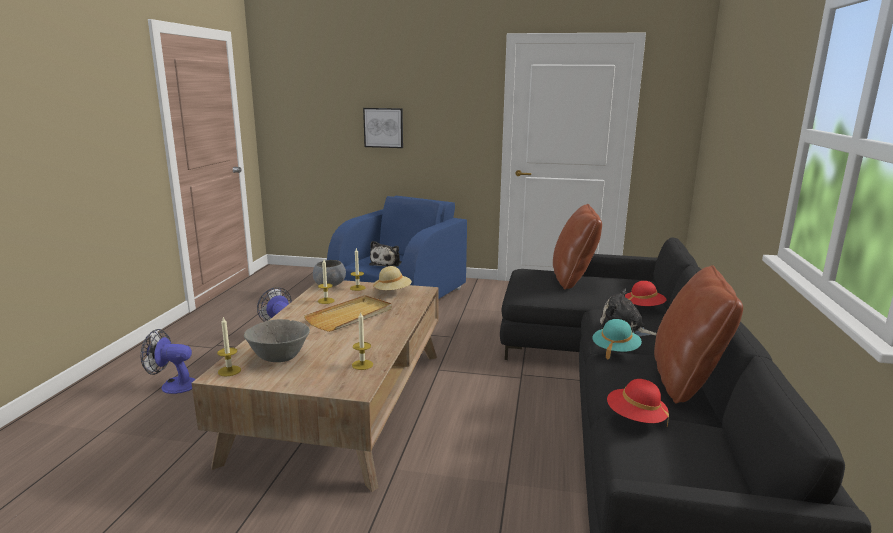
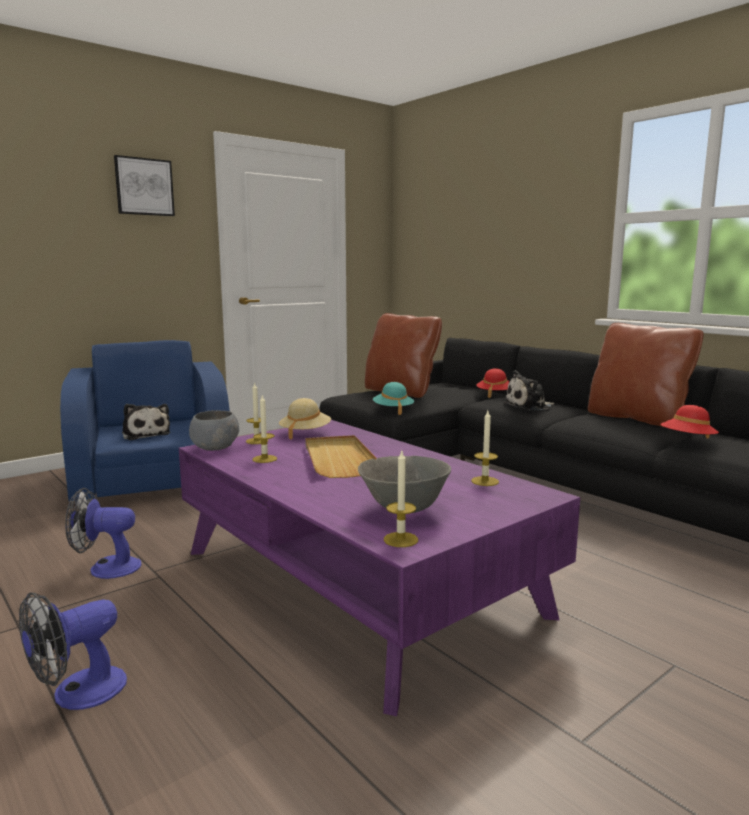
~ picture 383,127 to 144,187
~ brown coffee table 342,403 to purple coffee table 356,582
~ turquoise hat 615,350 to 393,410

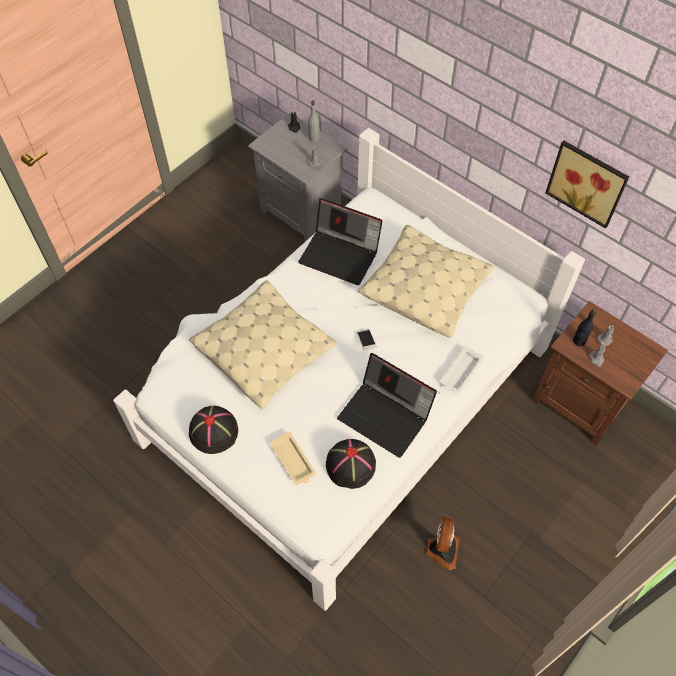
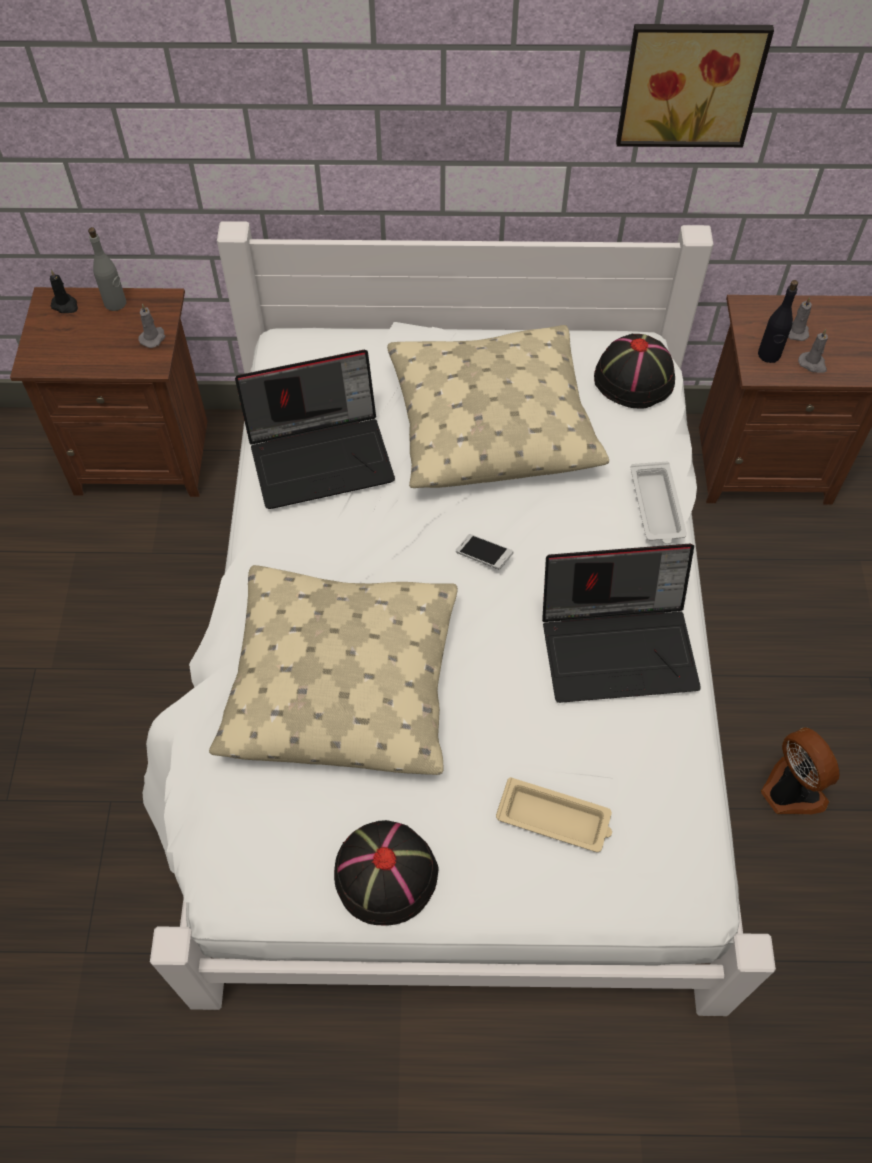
~ grey nightstand 302,213 to brown nightstand 143,455
~ black hat 351,465 to 634,378

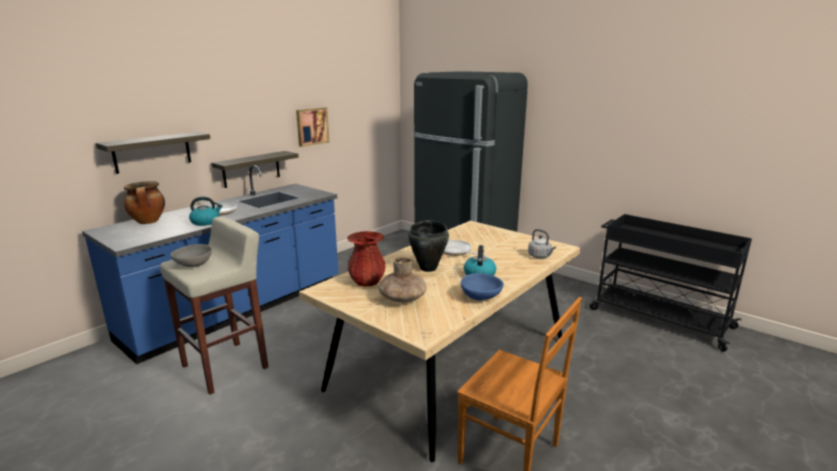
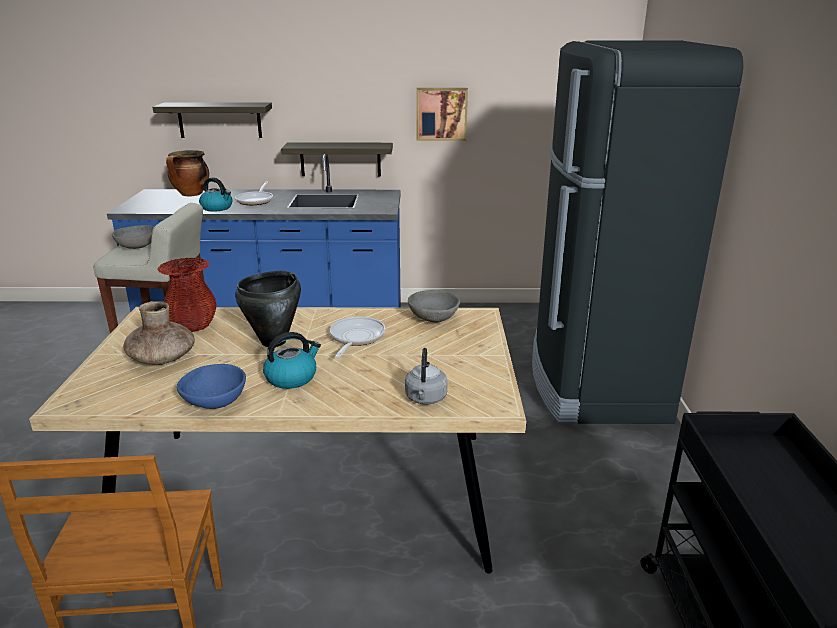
+ grey bowl 434,318

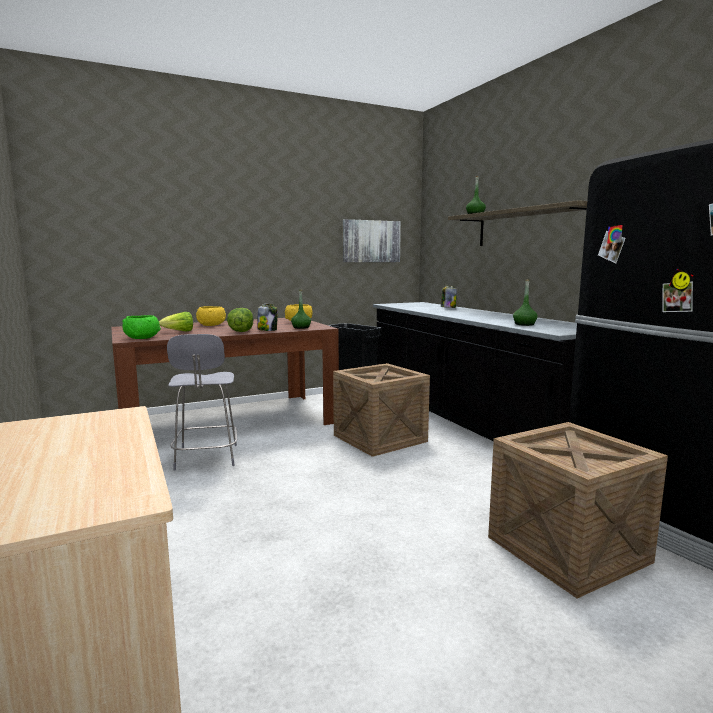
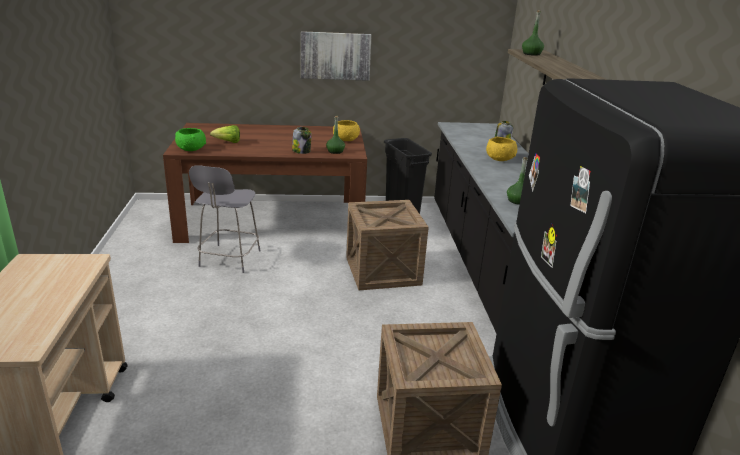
~ picture 371,241 to 335,56
~ yellow bowl 211,325 to 500,158
- lettuce 241,331

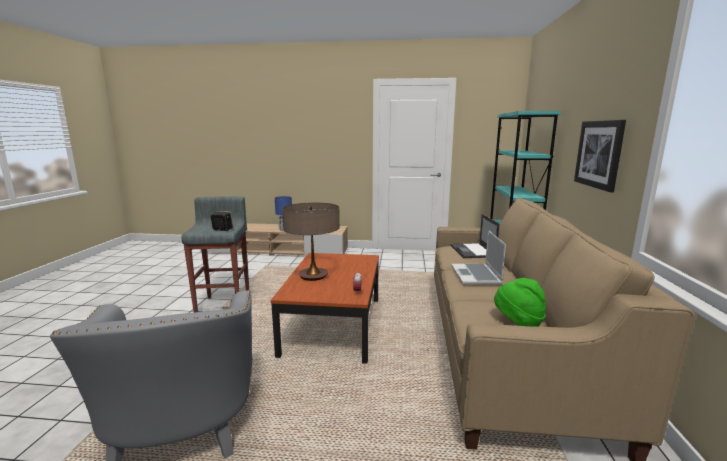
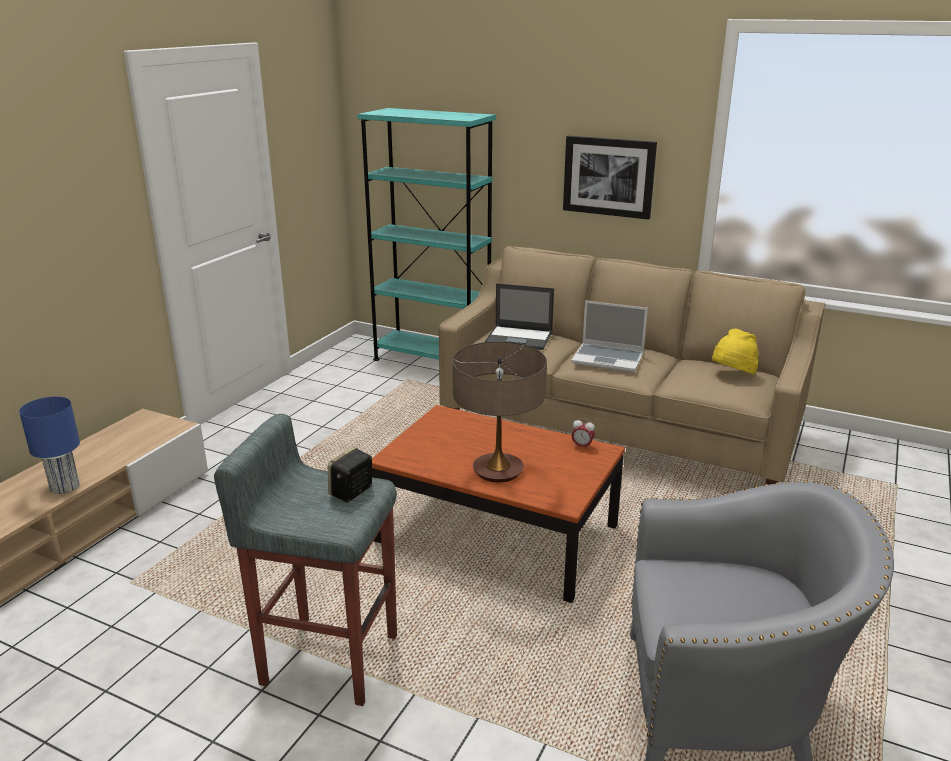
~ green hat 518,323 to yellow hat 732,375

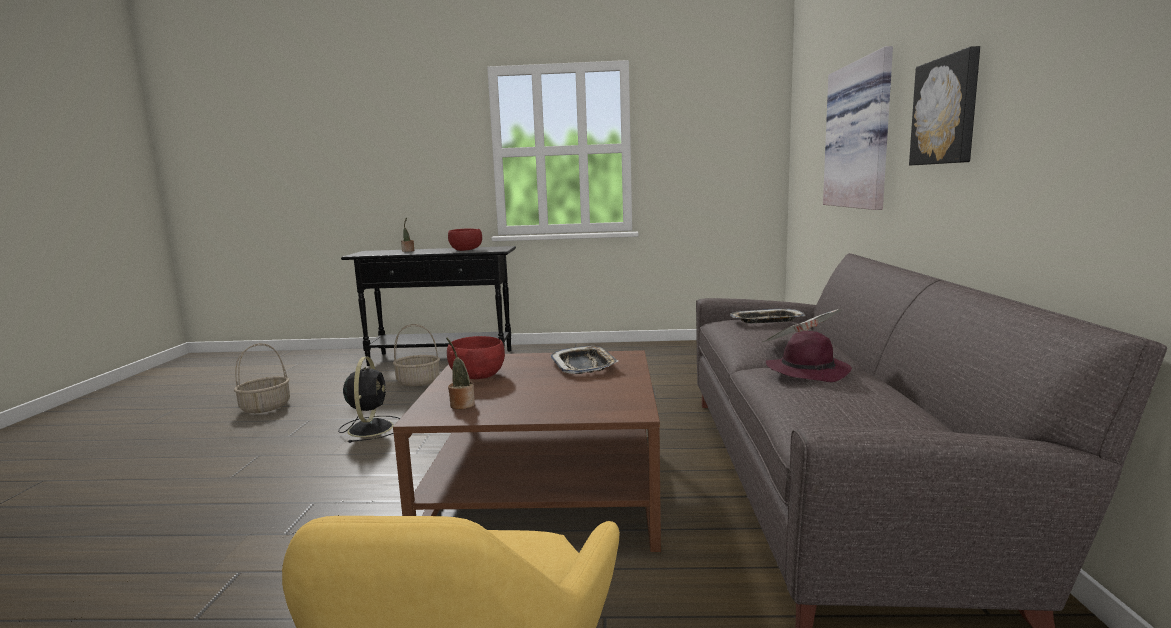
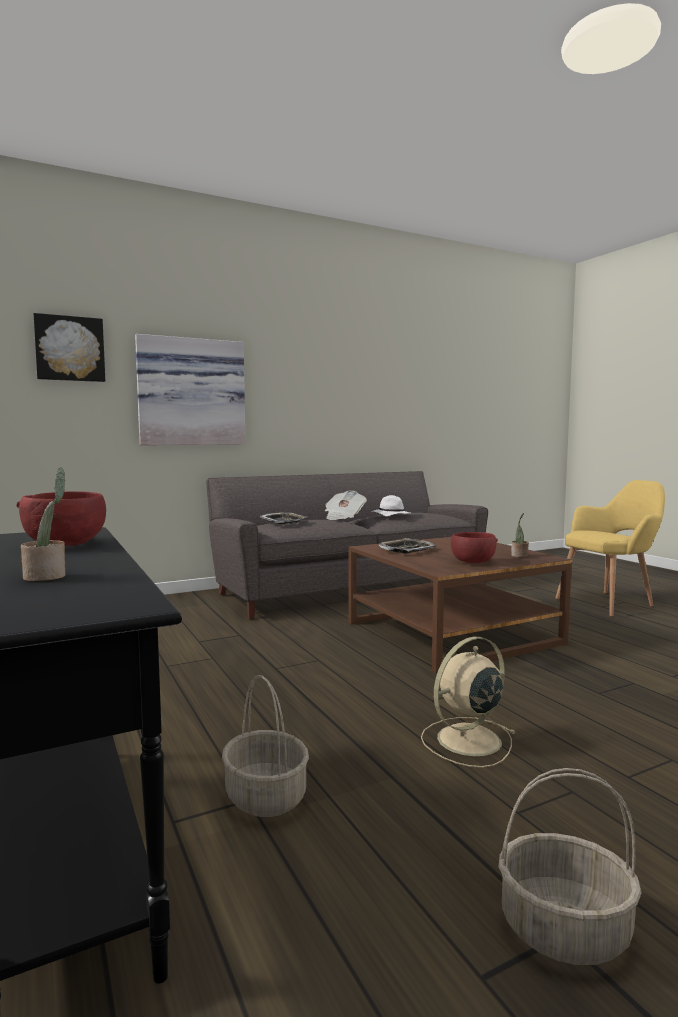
~ picture 947,111 to 70,349
~ purple hat 808,371 to white hat 390,515
~ black fan 371,428 to beige fan 466,741

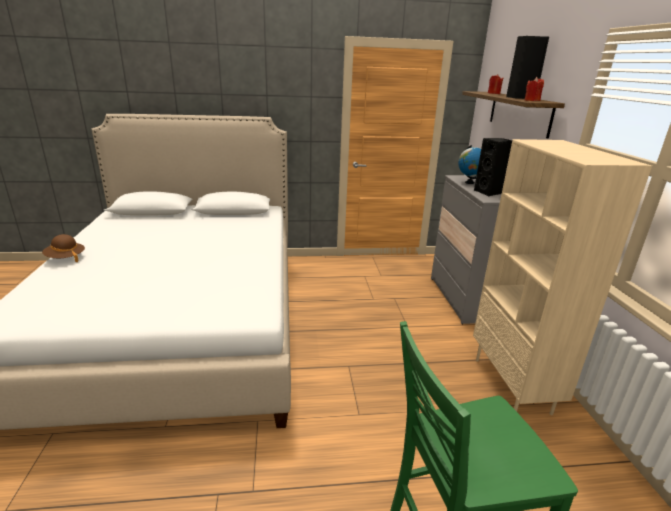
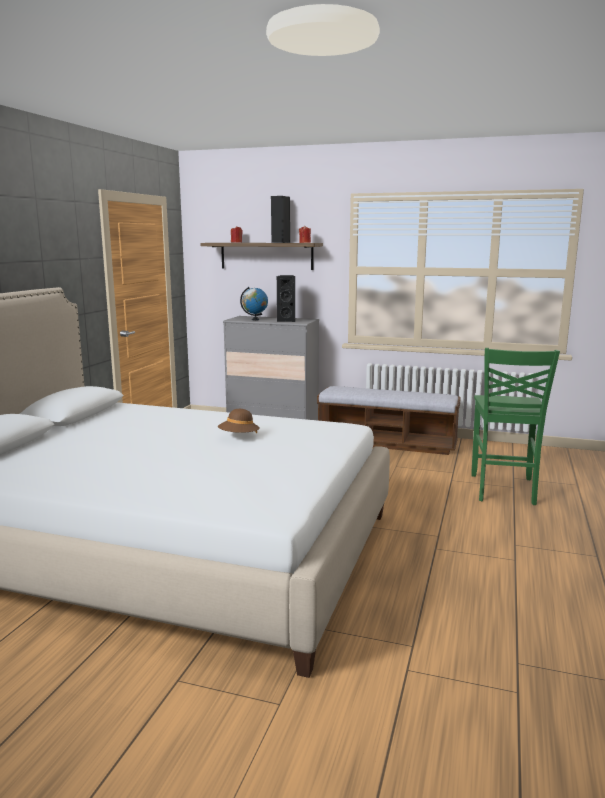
~ brown hat 65,258 to 239,437
~ beige bookcase 512,385 to bench 387,443

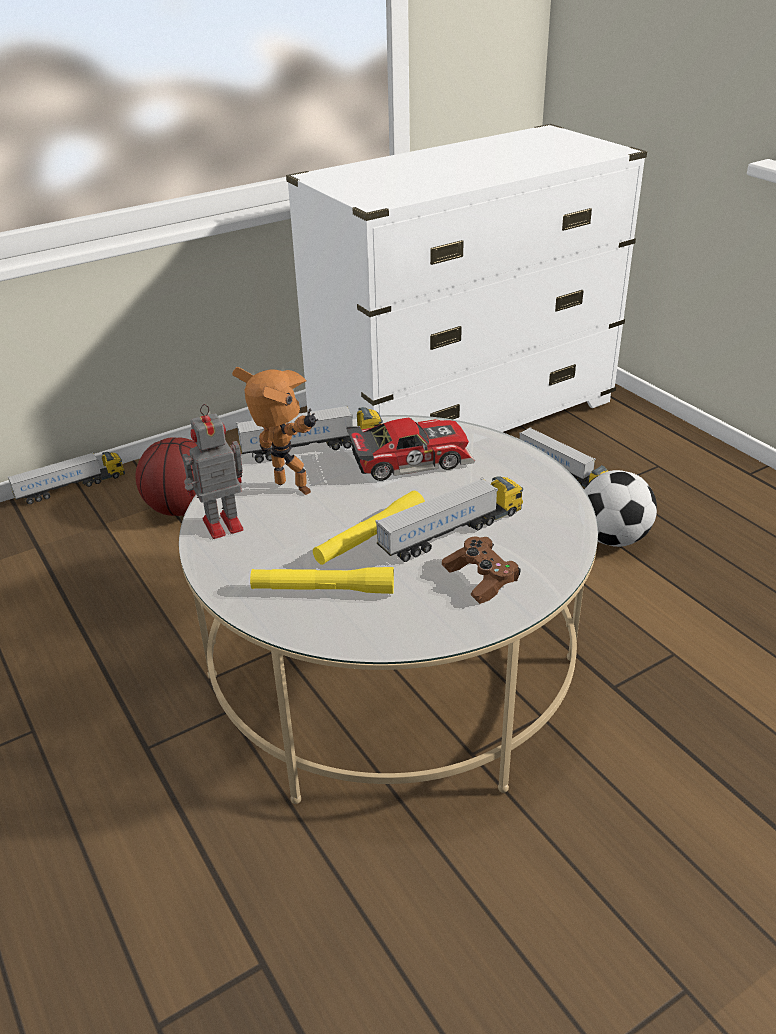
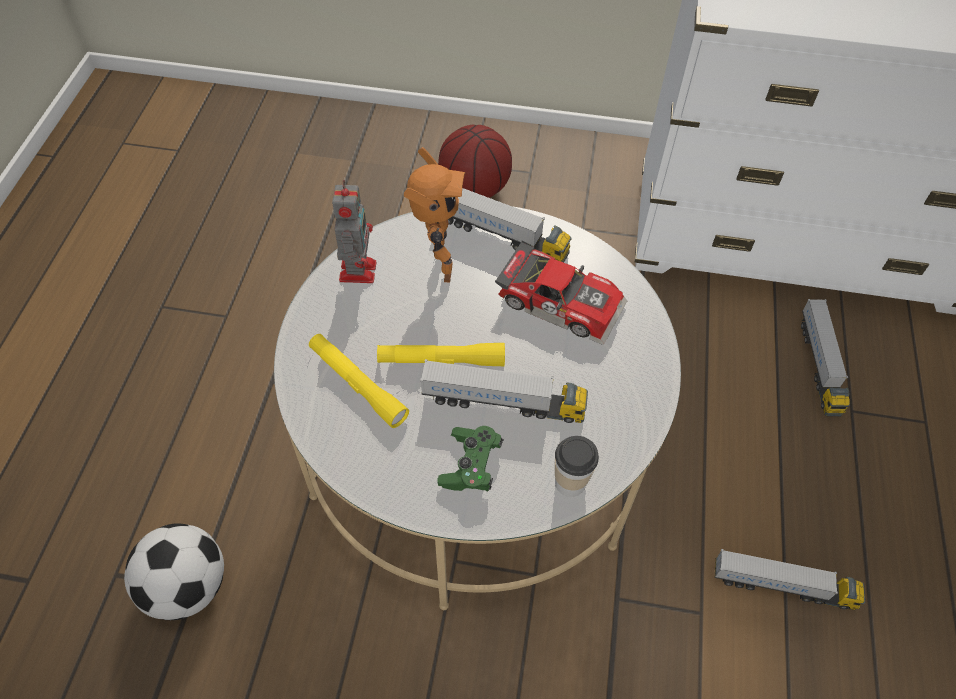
~ football 613,538 to 188,586
~ toy robot 220,525 = 358,269 75 degrees clockwise
~ brown game controller 480,579 to green game controller 470,465
+ cup 570,482
~ toy truck 71,487 to 783,586

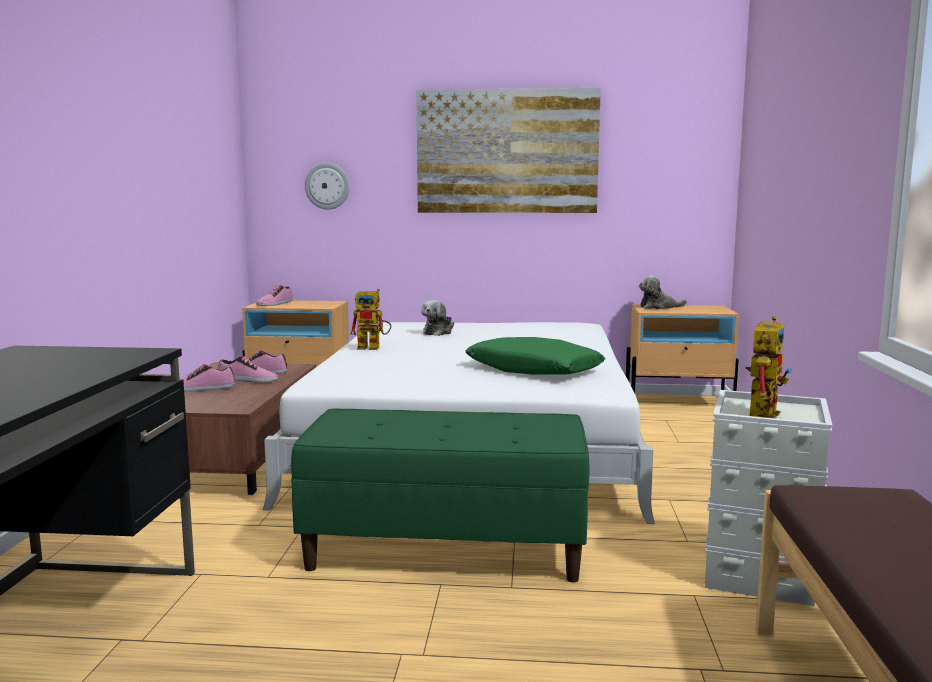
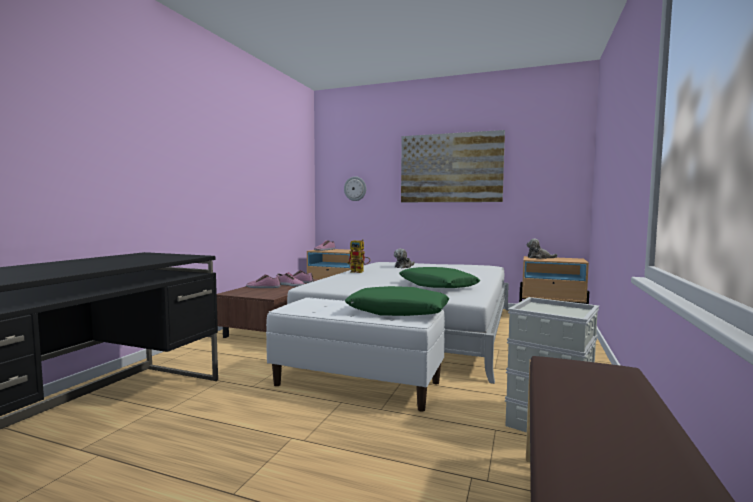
~ green bench 447,549 to white bench 358,383
+ green pillow 398,312
- toy robot 762,412

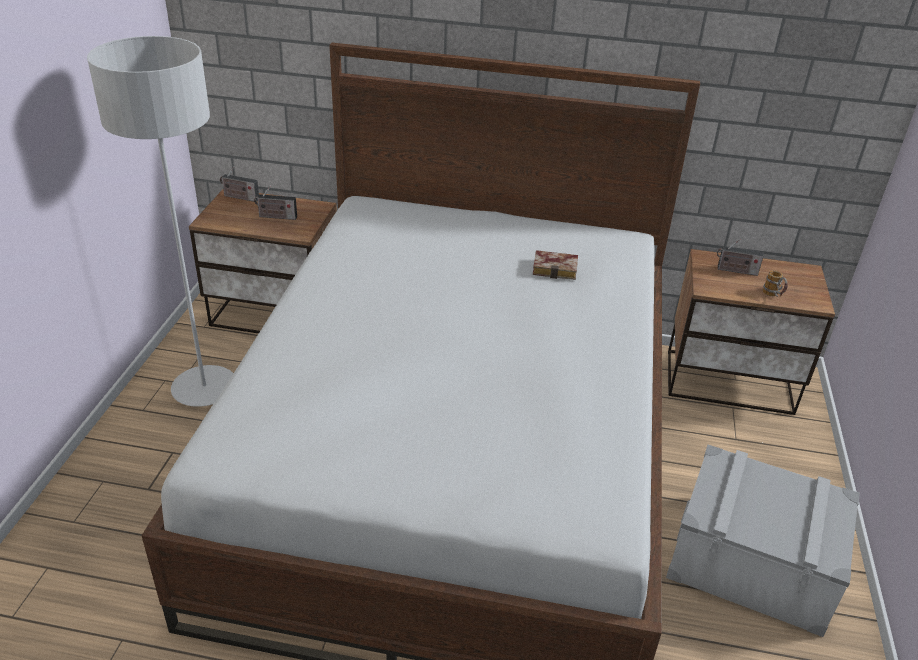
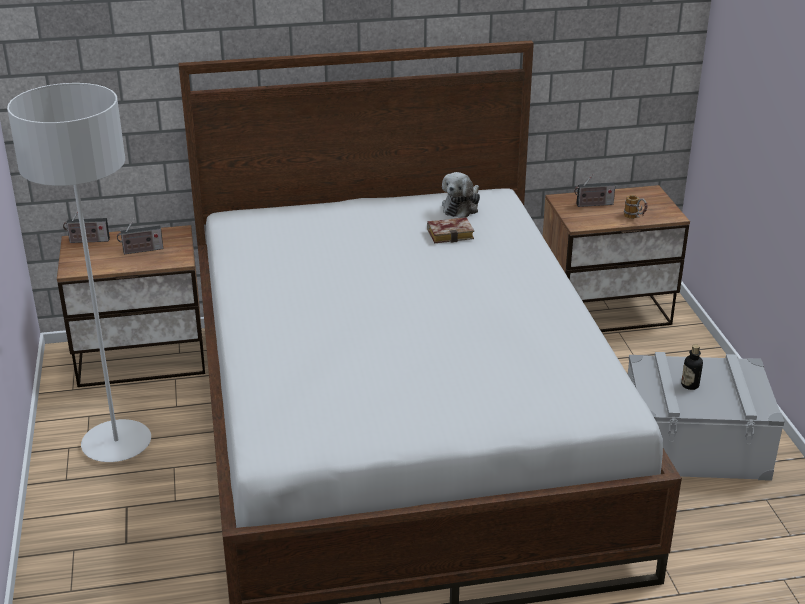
+ plush toy 461,207
+ bottle 690,385

